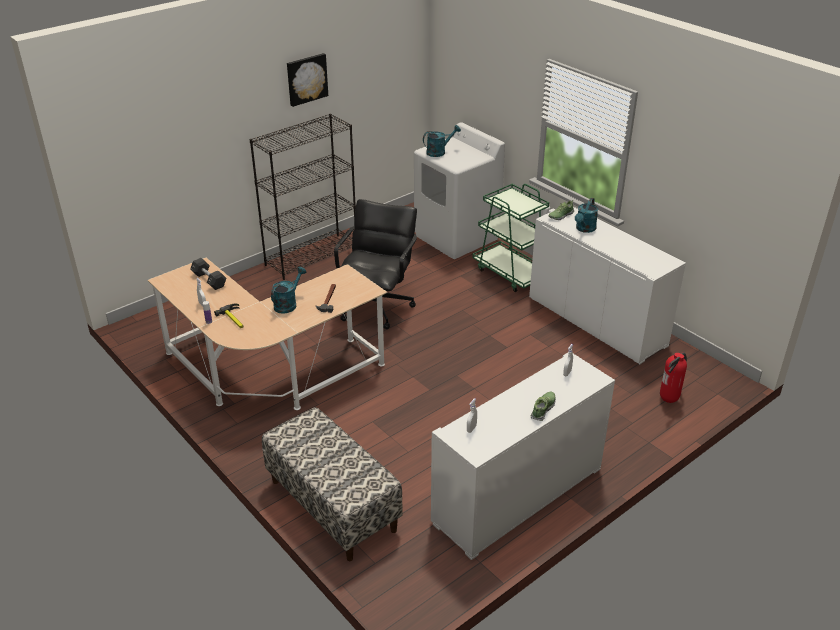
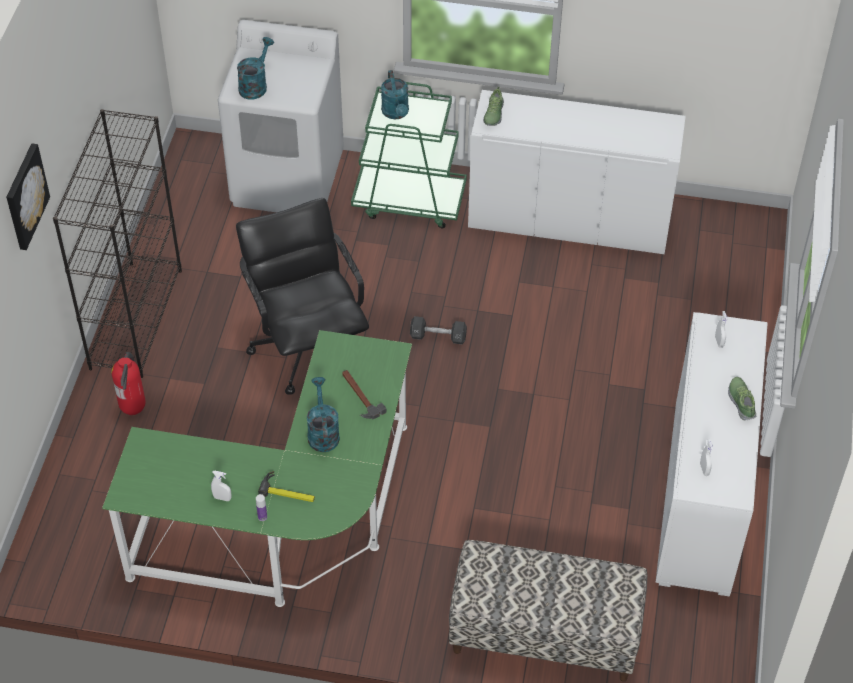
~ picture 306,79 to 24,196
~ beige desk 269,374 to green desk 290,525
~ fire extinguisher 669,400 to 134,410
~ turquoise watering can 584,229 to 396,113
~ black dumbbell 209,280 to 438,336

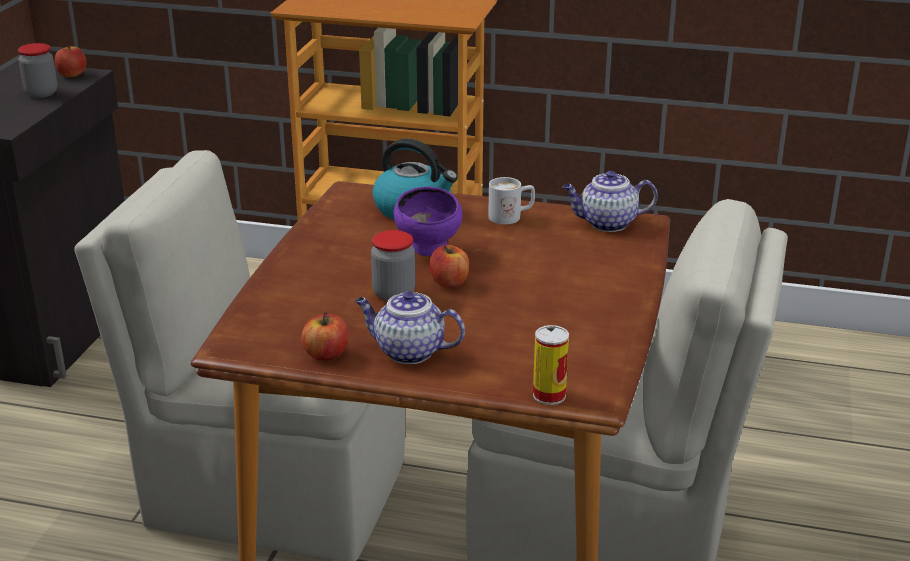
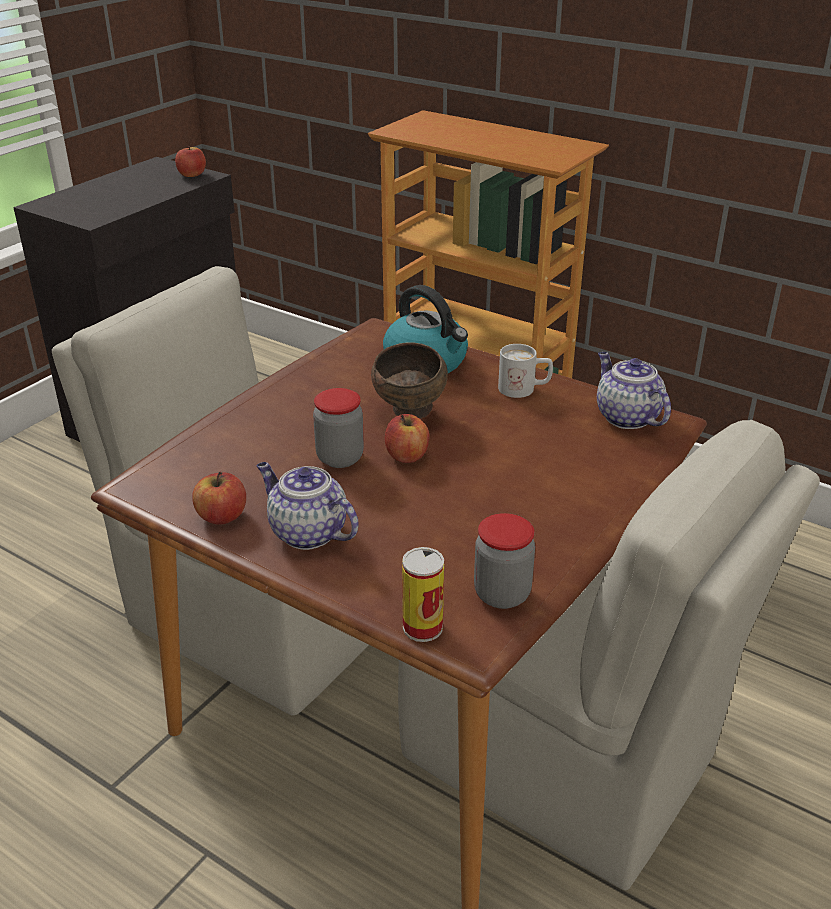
~ purple bowl 429,251 to brown bowl 411,414
~ jar 41,93 to 502,594
~ teapot 606,223 = 626,417 45 degrees clockwise

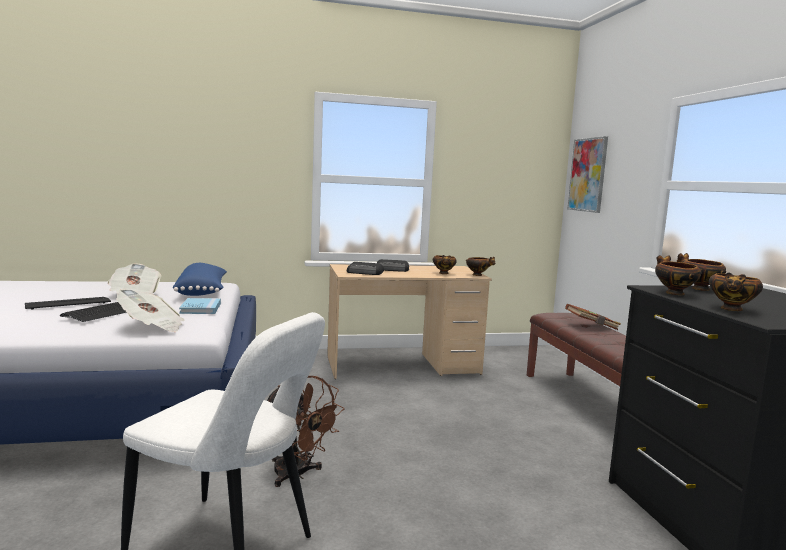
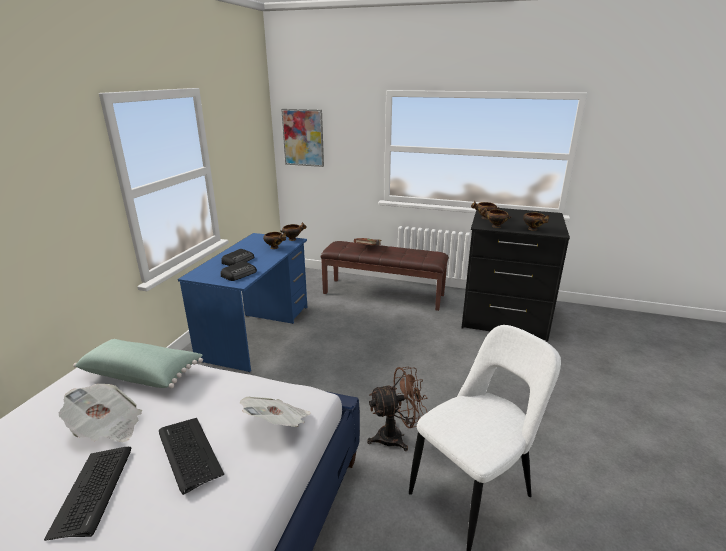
~ blue pillow 203,292 to green pillow 142,373
~ beige desk 402,365 to blue desk 257,331
- blue book 200,308

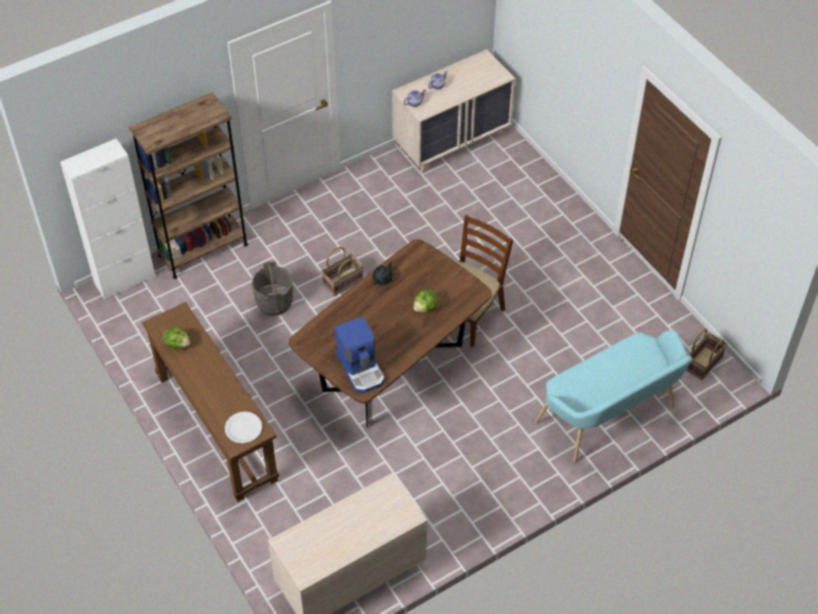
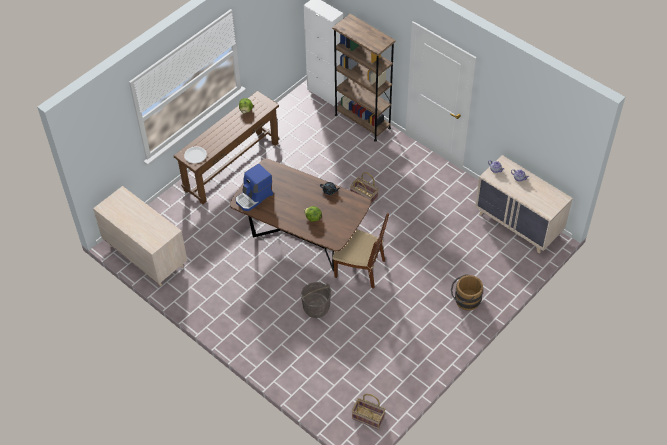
~ grey bucket 274,302 to 316,307
+ brown bucket 465,300
- turquoise bench 610,418

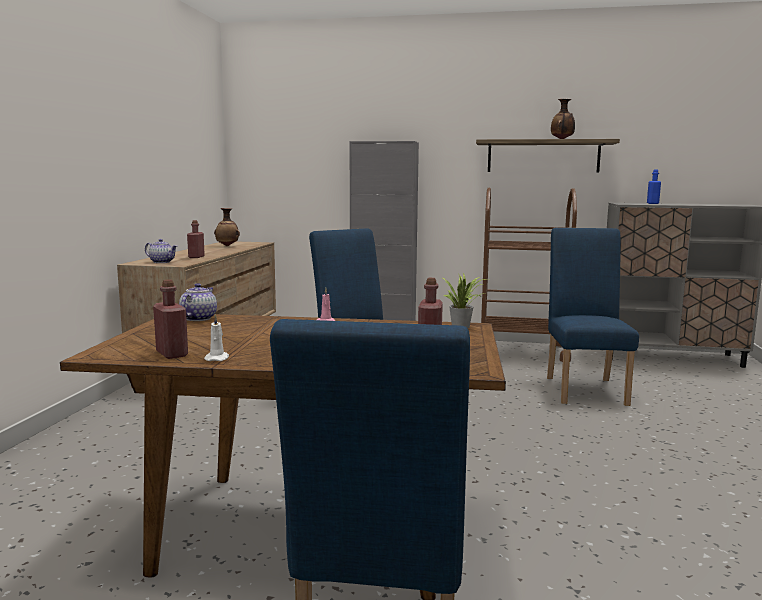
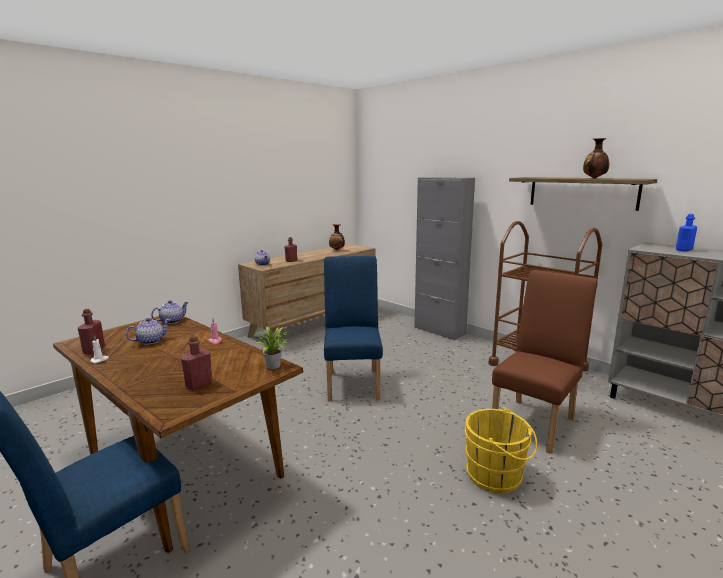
+ teapot 150,341
+ yellow bucket 497,476
~ blue chair 585,388 to brown chair 536,421

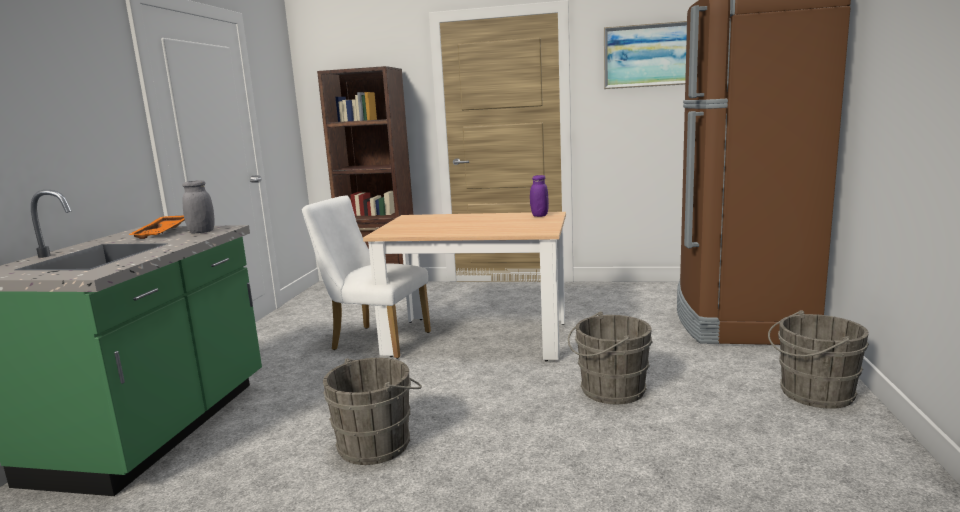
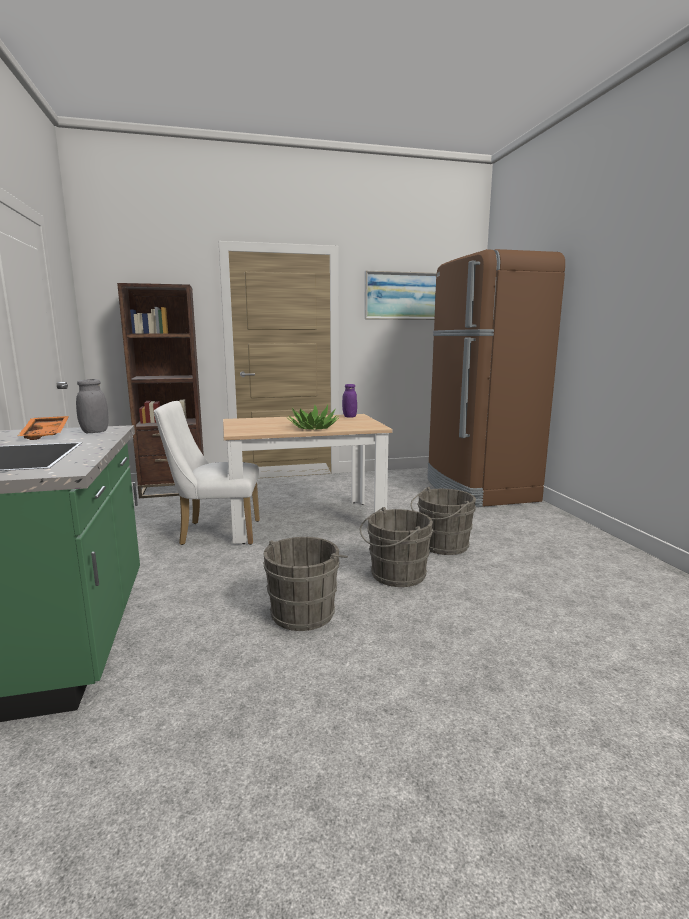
+ potted plant 313,428
~ grey bucket 812,393 to 395,575

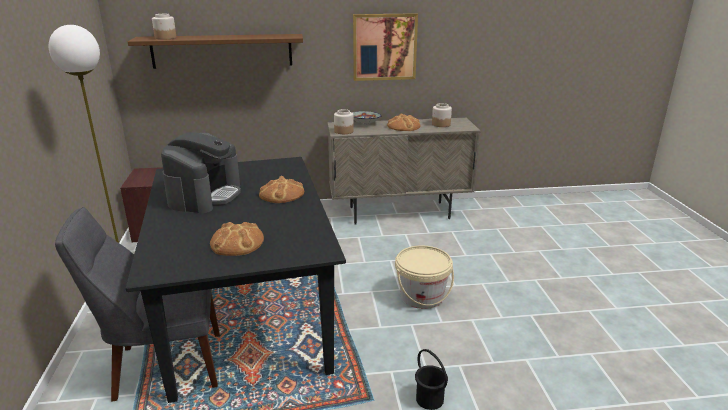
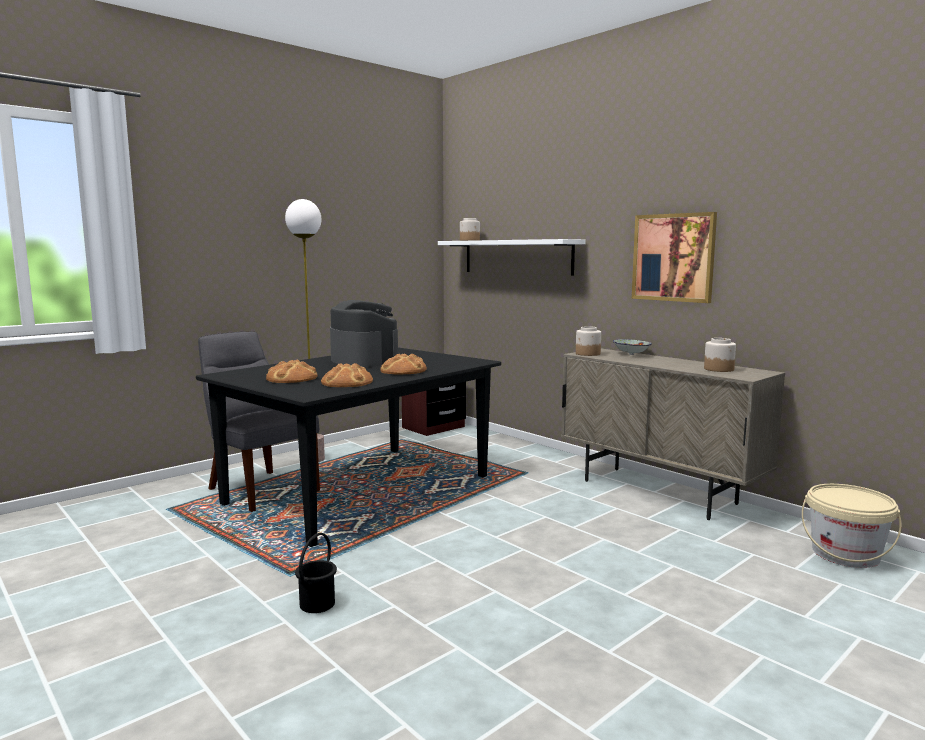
~ bread 403,126 to 347,382
~ coffee machine 205,195 = 363,360 105 degrees counterclockwise
~ brown shelf 222,51 to white shelf 516,257
~ beige bucket 422,296 to 845,554

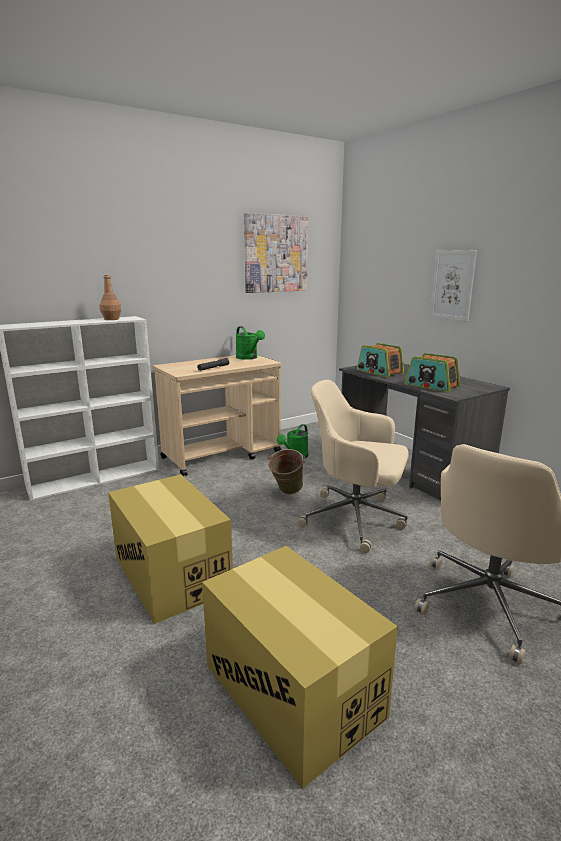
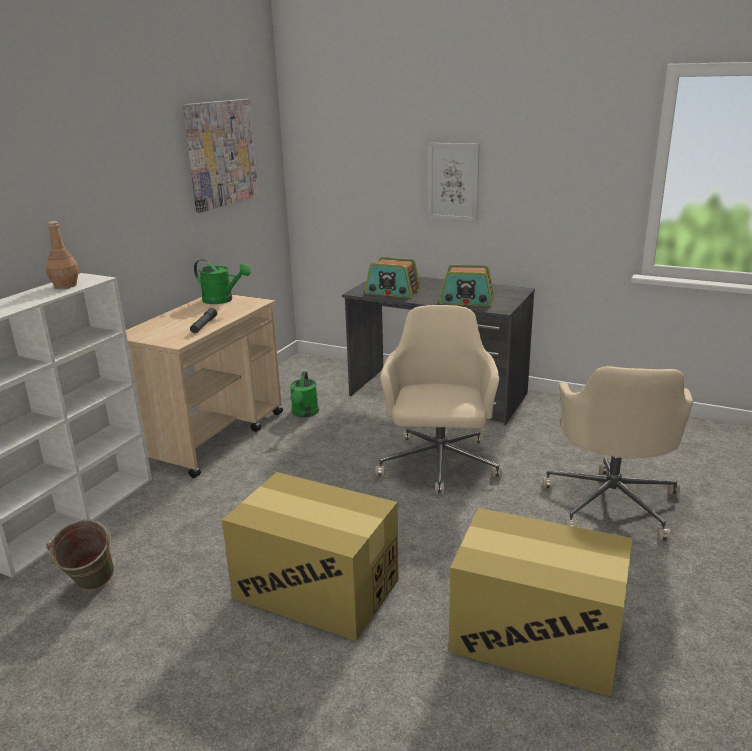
~ green bucket 286,493 to 91,588
~ beige office chair 356,519 = 439,465 105 degrees clockwise

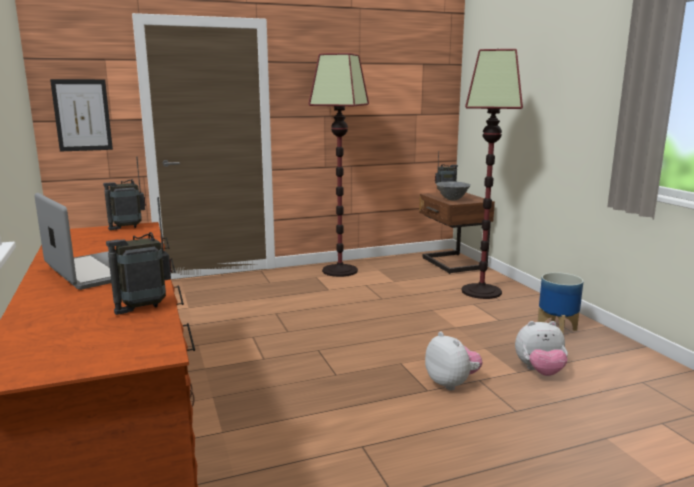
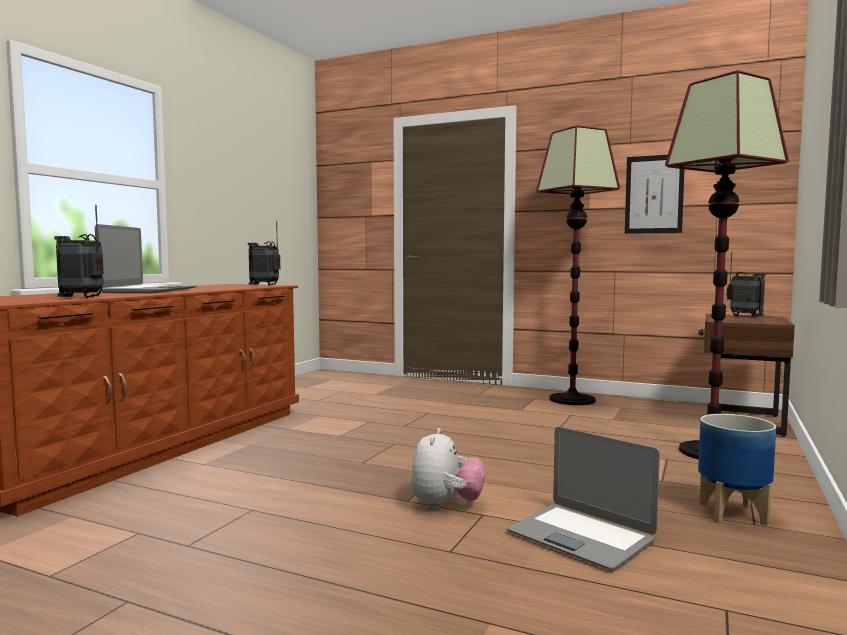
~ plush toy 539,371 to laptop 581,537
~ picture 82,115 to 654,194
- grey bowl 452,199

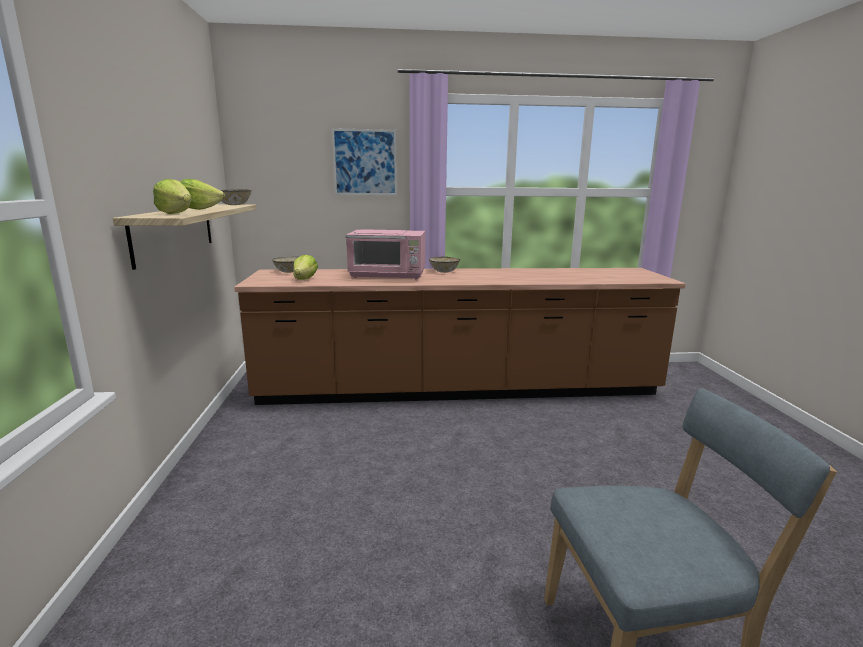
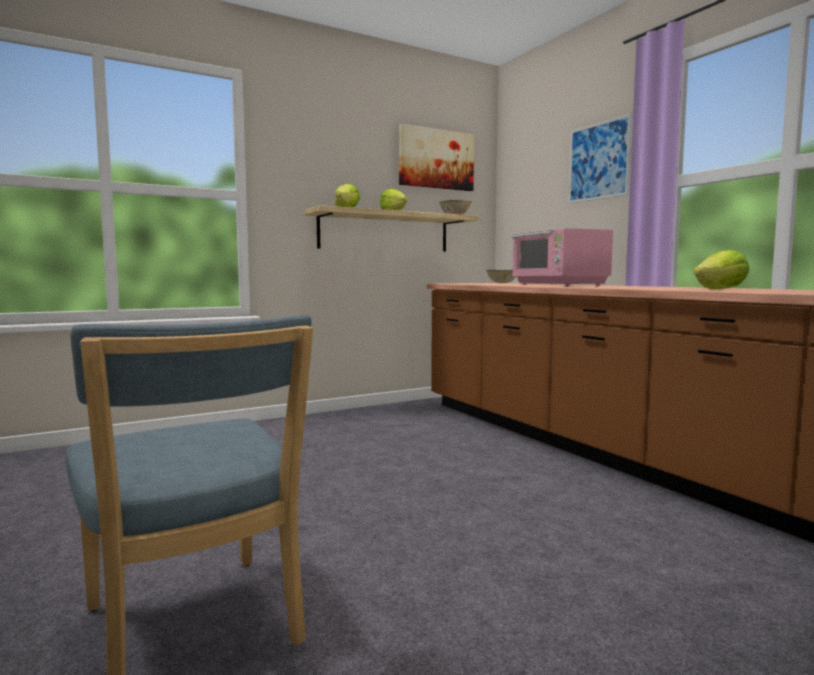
+ picture 436,159
~ lettuce 305,279 to 721,289
- bowl 444,272

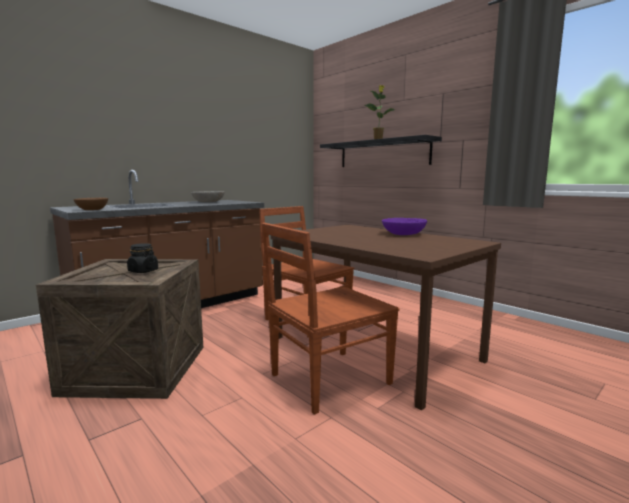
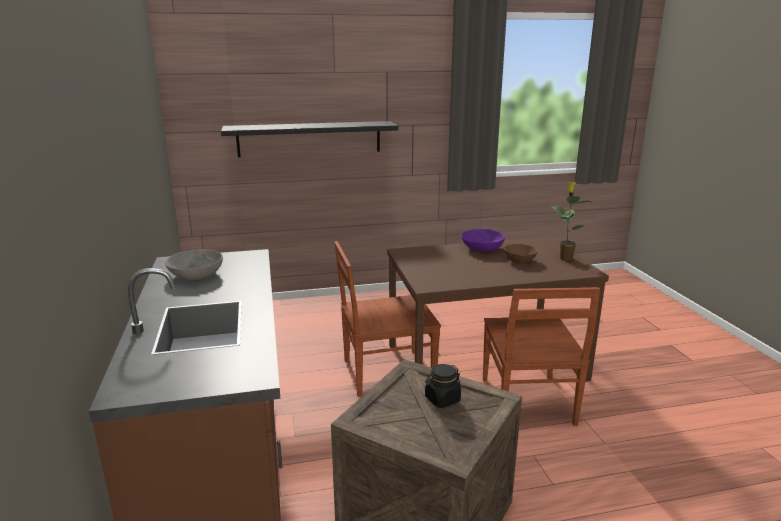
~ brown bowl 92,209 to 519,260
~ potted plant 378,139 to 565,258

